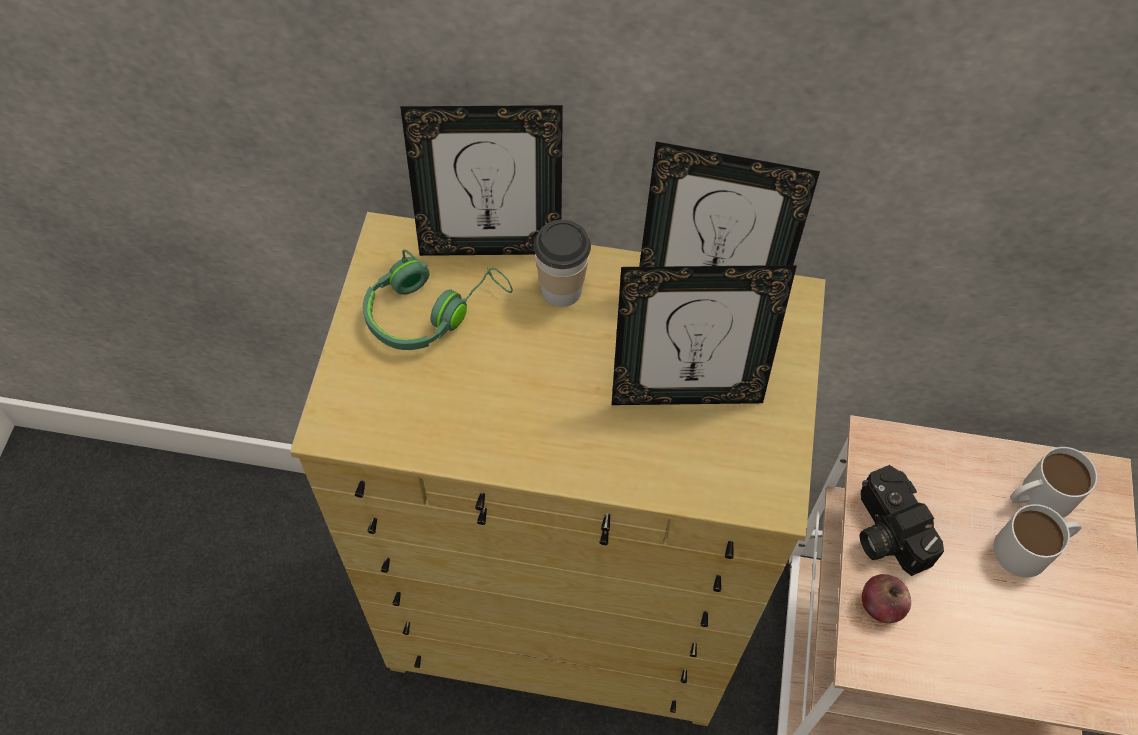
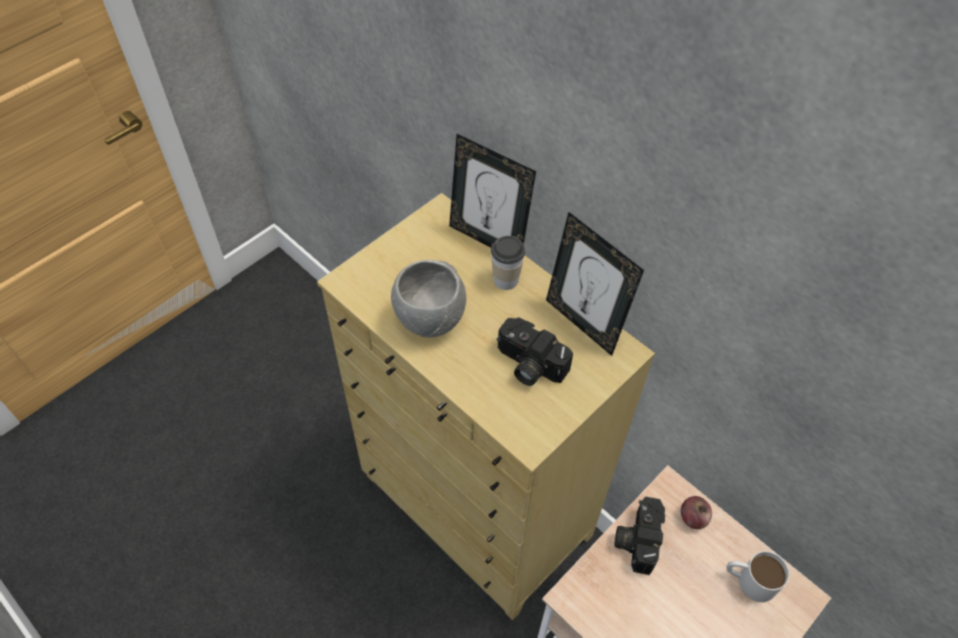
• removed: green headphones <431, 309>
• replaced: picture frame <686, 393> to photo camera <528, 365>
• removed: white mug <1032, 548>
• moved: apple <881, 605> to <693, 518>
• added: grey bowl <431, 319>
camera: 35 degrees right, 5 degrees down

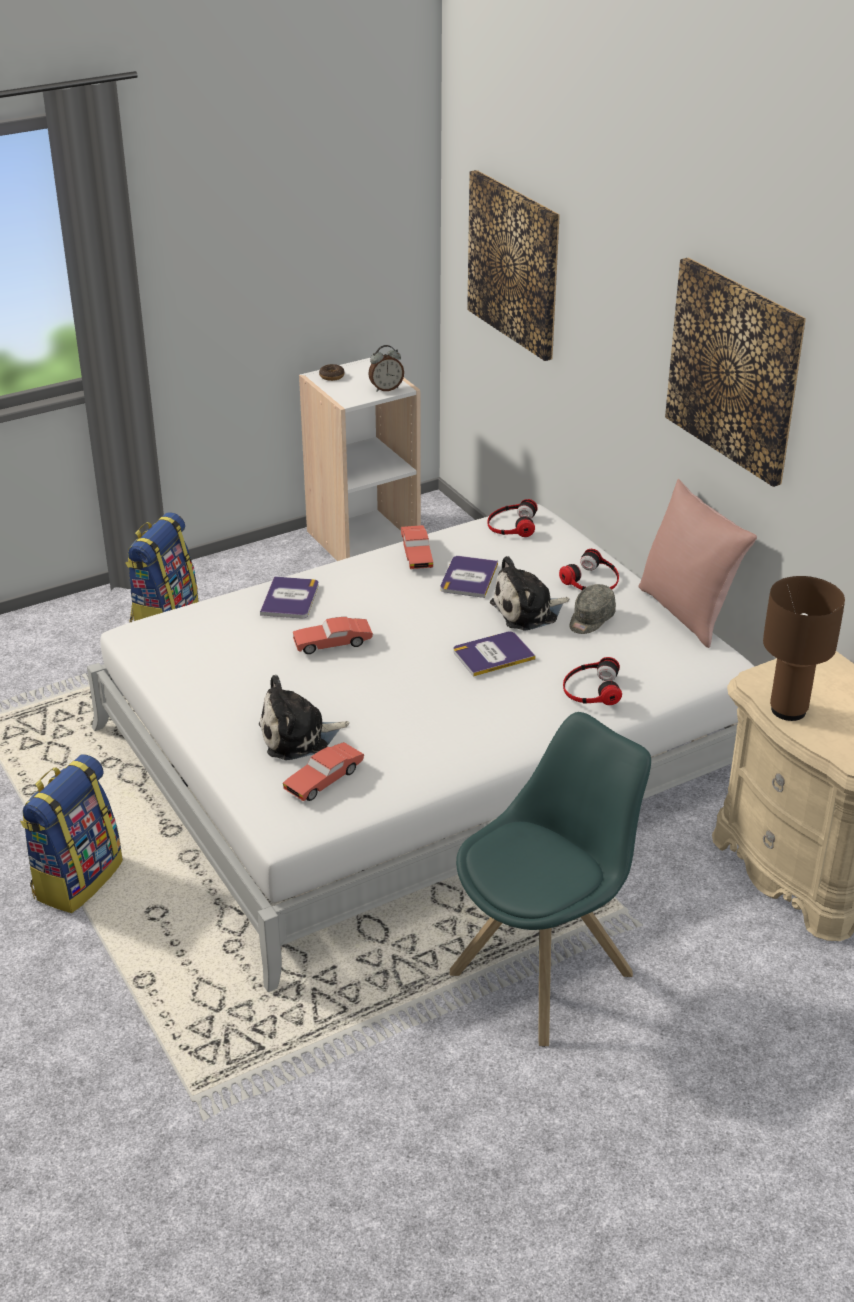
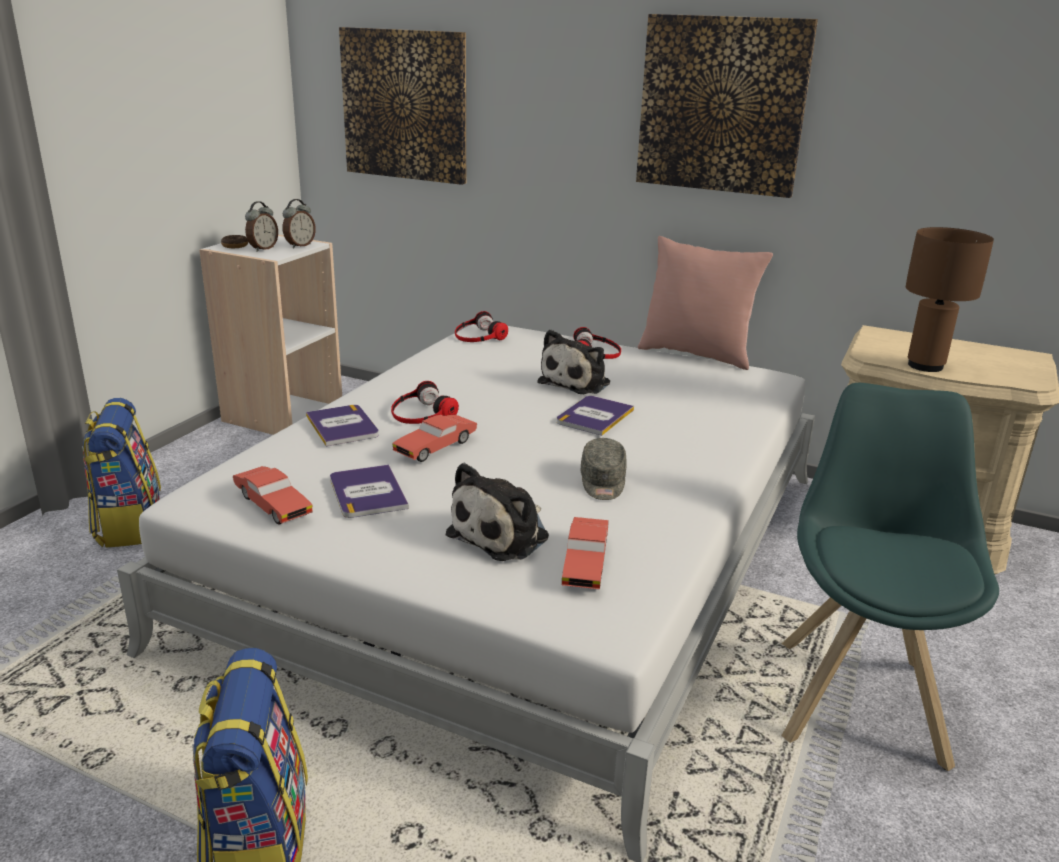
• moved: red toy car <416, 555> to <272, 505>
• moved: book <469, 577> to <367, 492>
• moved: grey cap <590, 619> to <603, 482>
• moved: headphones <591, 689> to <421, 413>
• added: alarm clock <262, 249>
camera: 35 degrees left, 10 degrees down

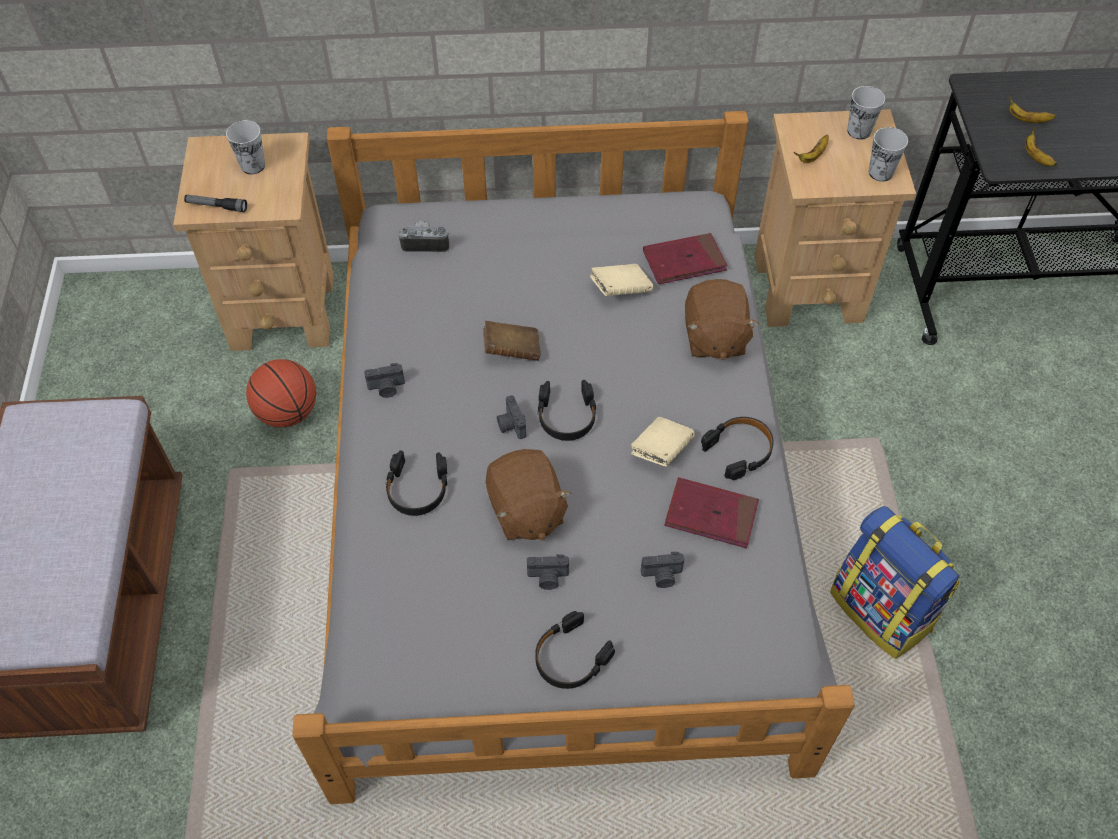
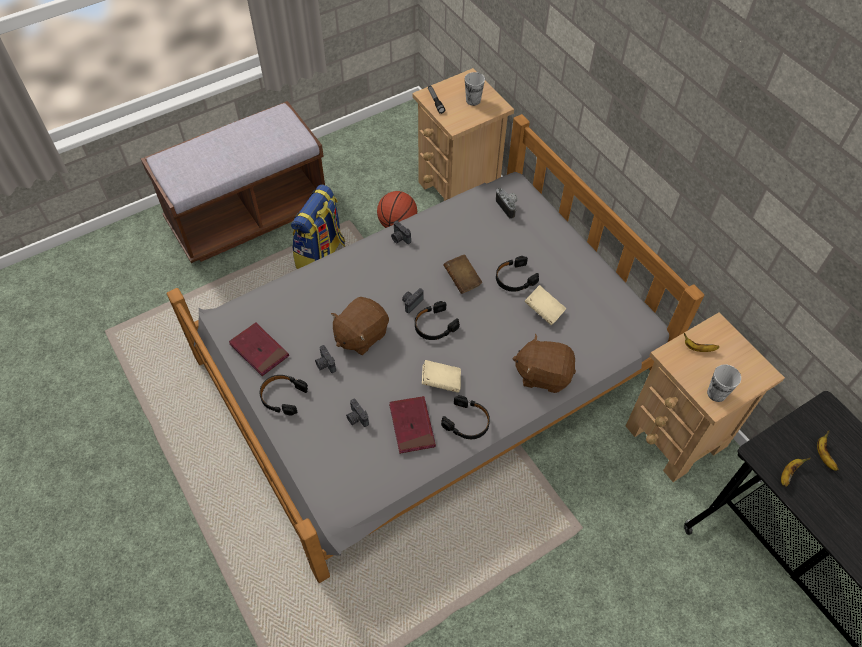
• removed: cup <859, 131>
• moved: red book <684, 261> to <259, 350>
• turned: brown plush toy <714, 337> = <543, 374> 45 degrees clockwise
• moved: black headphones <417, 489> to <514, 278>
• moved: backpack <882, 610> to <321, 256>
camera: 60 degrees right, 0 degrees up

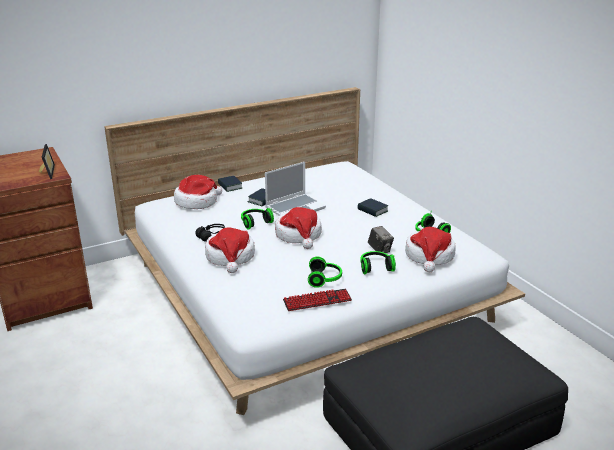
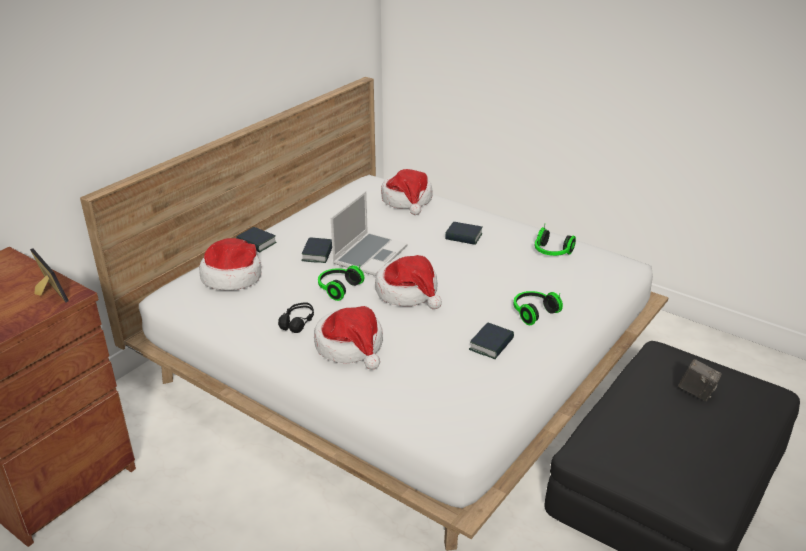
• moved: photo camera <380, 250> to <696, 392>
• moved: hat <429, 256> to <407, 200>
• replaced: headphones <325, 279> to book <491, 345>
• removed: keyboard <317, 301>
camera: 25 degrees left, 5 degrees up

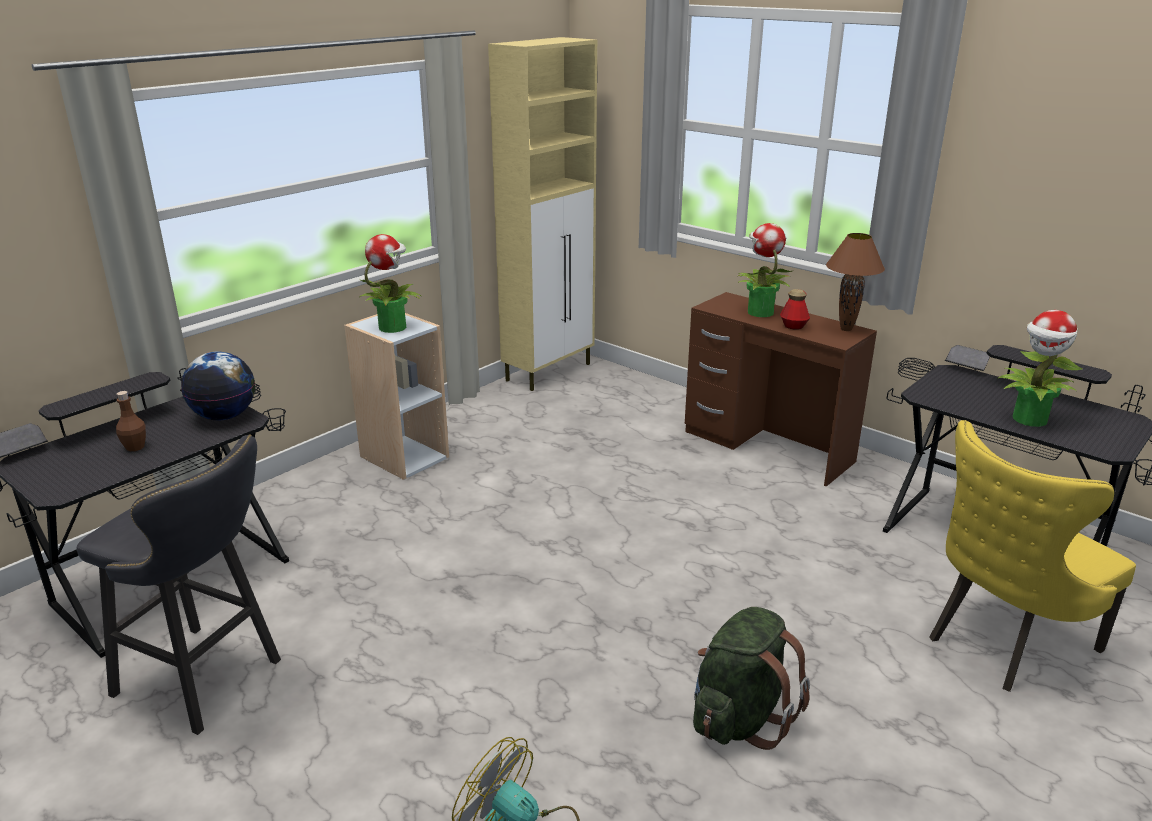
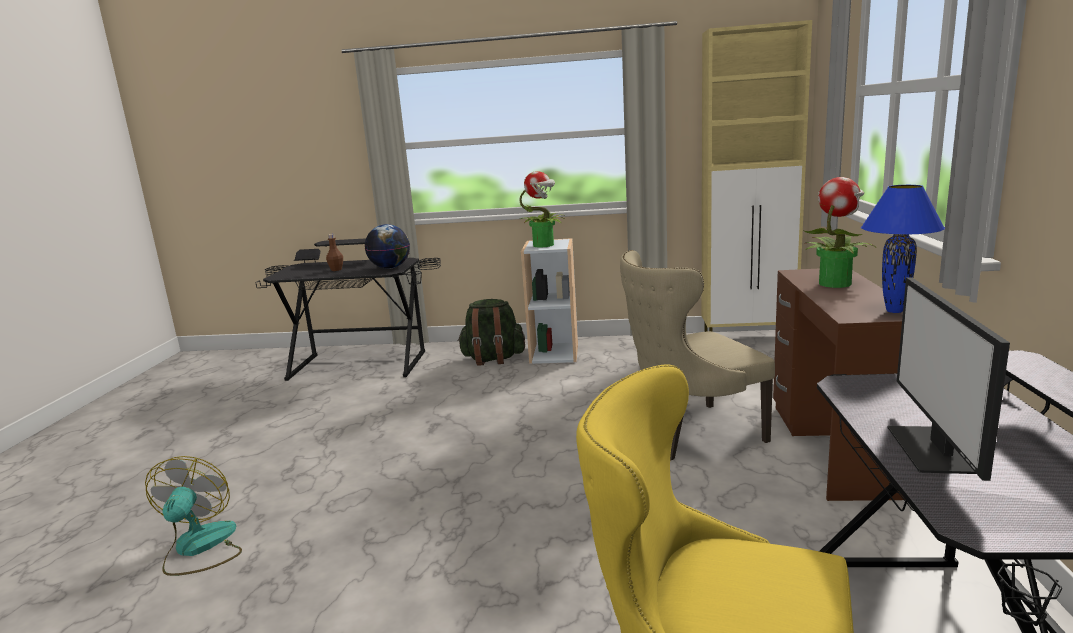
• recoloured: brown table lamp <845, 329> to blue table lamp <893, 311>
• removed: bottle <793, 326>
• replaced: potted plant <1029, 419> to monitor <936, 450>
• removed: black stool <211, 683>
• moved: green backpack <740, 718> to <493, 359>
• added: beige chair <691, 434>
camera: 55 degrees right, 10 degrees down

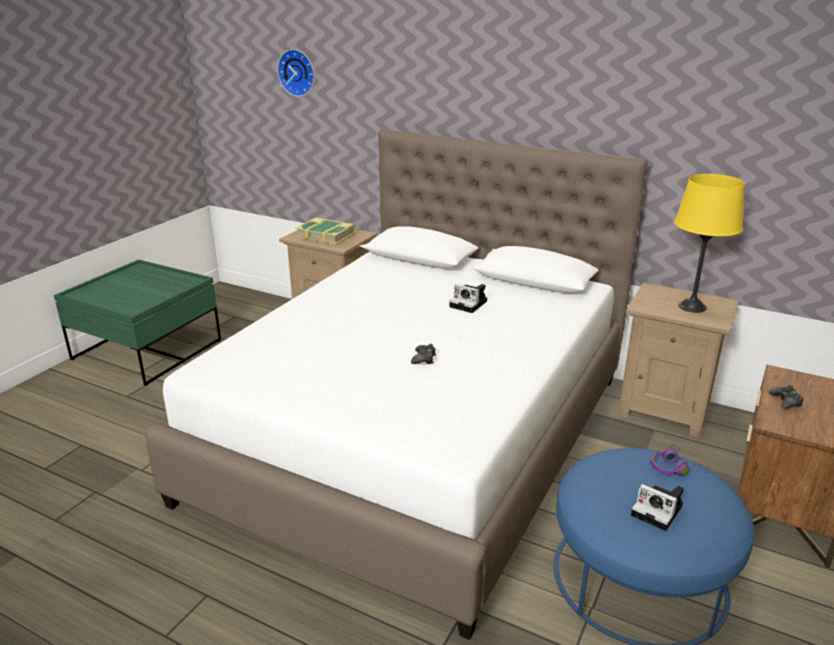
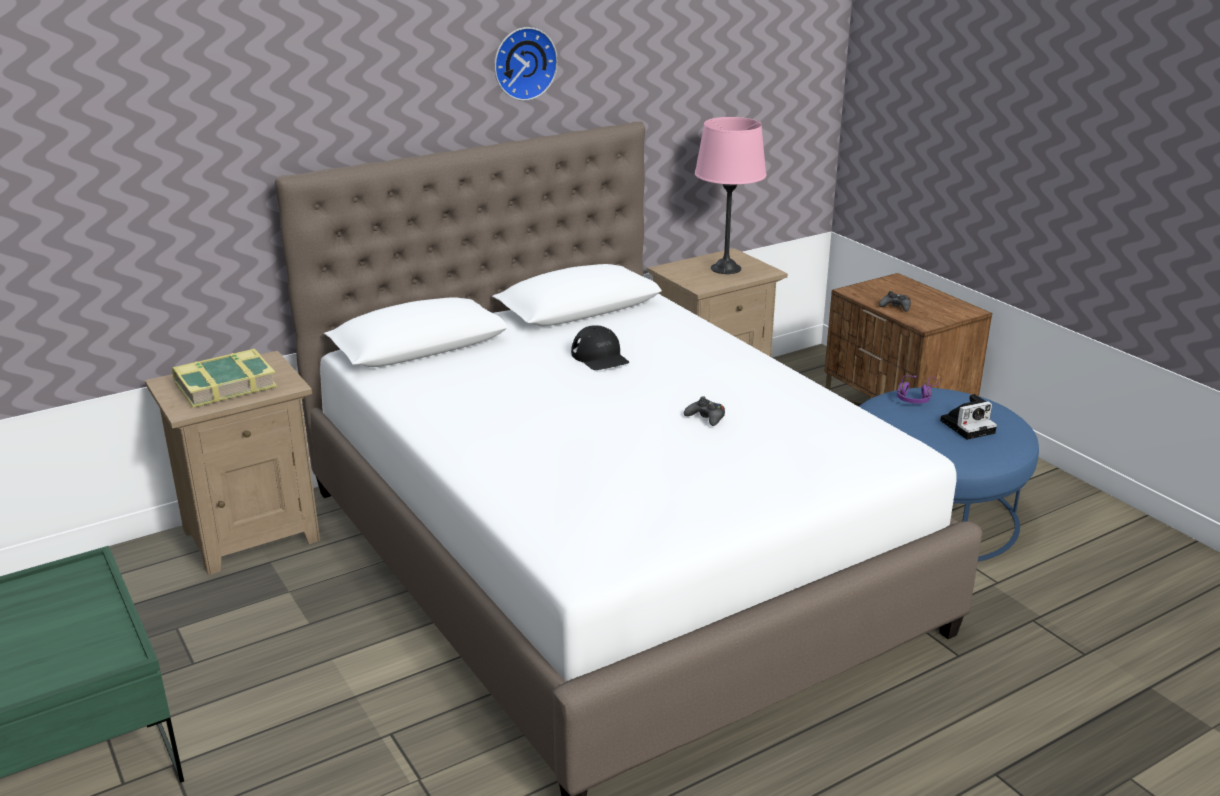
• moved: wall clock <298, 72> to <523, 63>
• recoloured: yellow table lamp <691, 306> to pink table lamp <725, 268>
• replaced: photo camera <470, 304> to black cap <600, 357>
camera: 60 degrees left, 0 degrees up

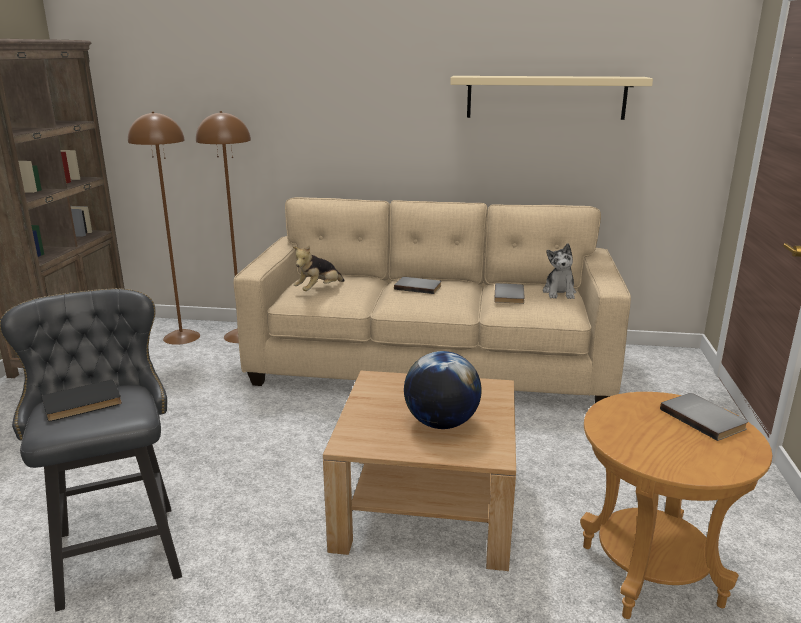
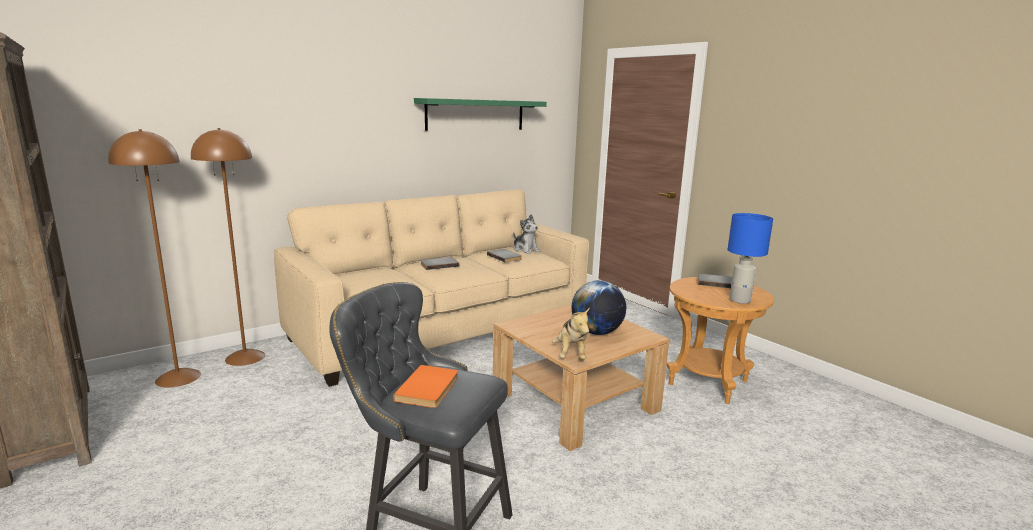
• recoloured: beige shelf <545, 97> to green shelf <475, 115>
• moved: plush toy <319, 290> to <570, 354>
• recoloured: black book <83, 404> to orange book <430, 389>
• added: blue table lamp <740, 300>
camera: 45 degrees left, 5 degrees down

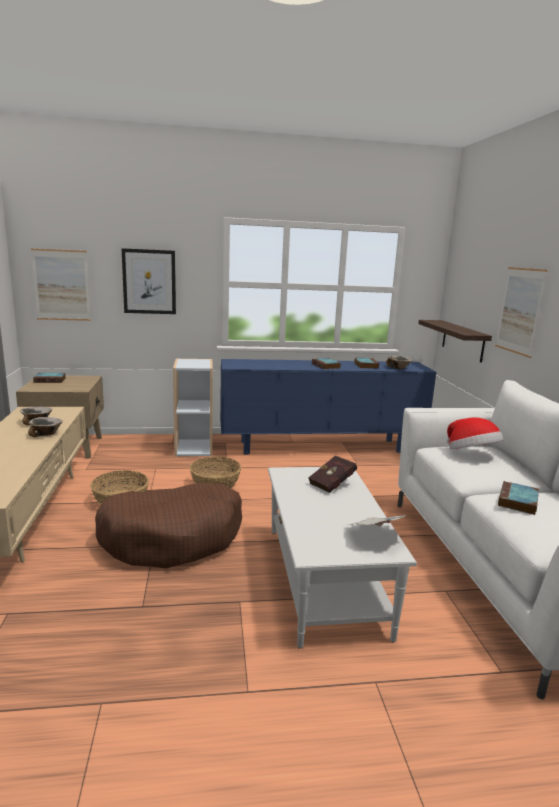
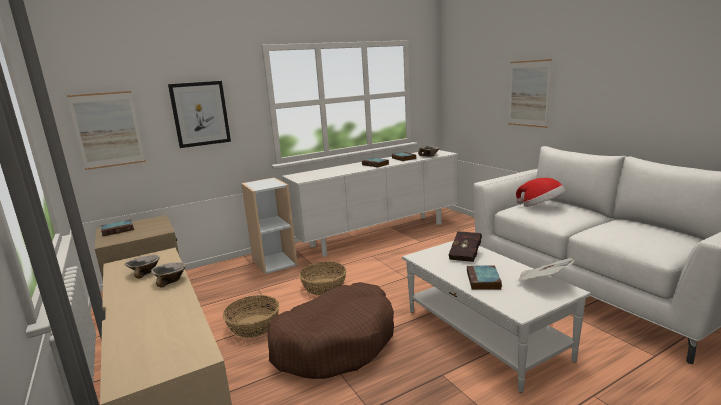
• removed: shelf <462, 340>
• recoloured: blue cabinet <321, 446> to white cabinet <378, 234>
• moved: book <518, 502> to <484, 281>
camera: 20 degrees left, 0 degrees up

